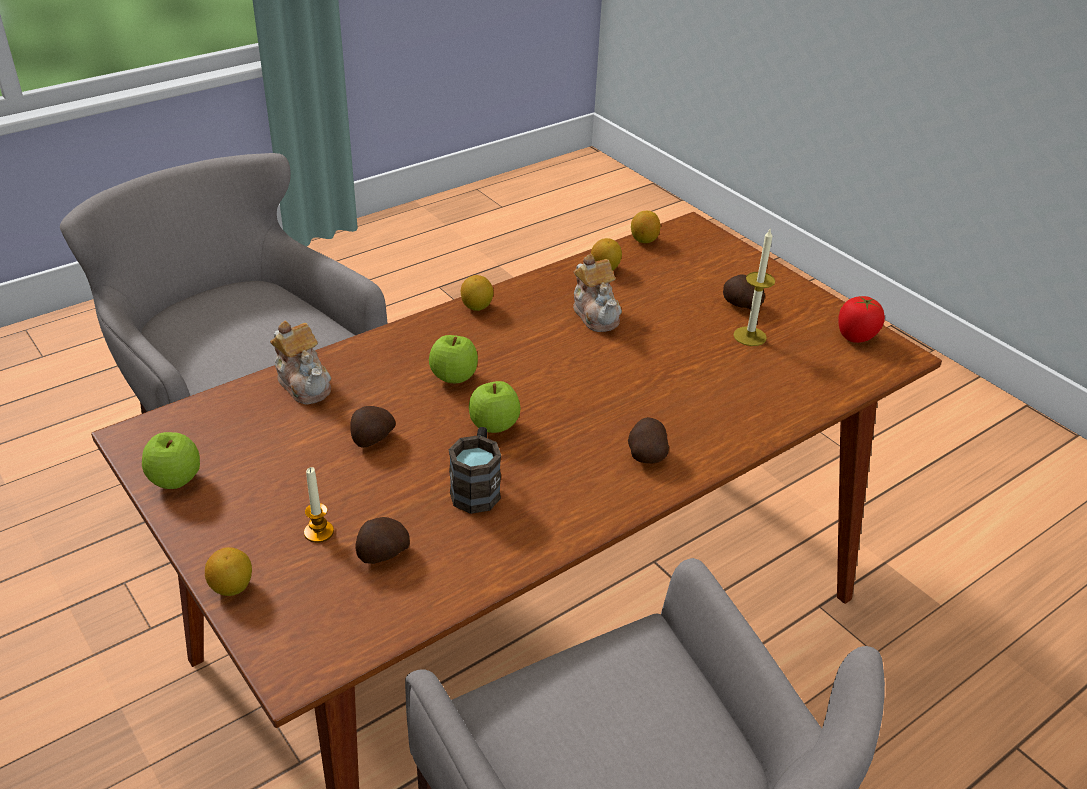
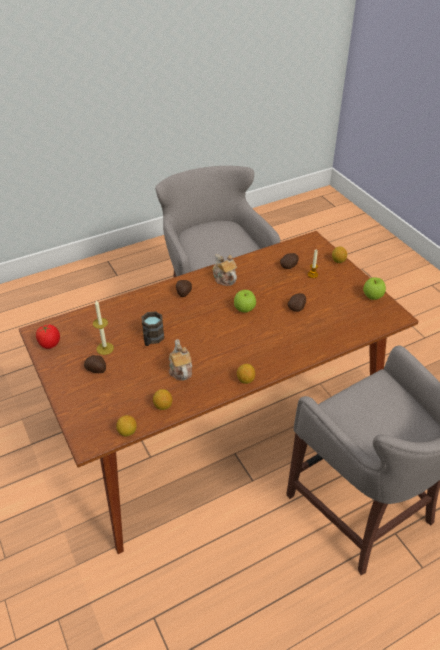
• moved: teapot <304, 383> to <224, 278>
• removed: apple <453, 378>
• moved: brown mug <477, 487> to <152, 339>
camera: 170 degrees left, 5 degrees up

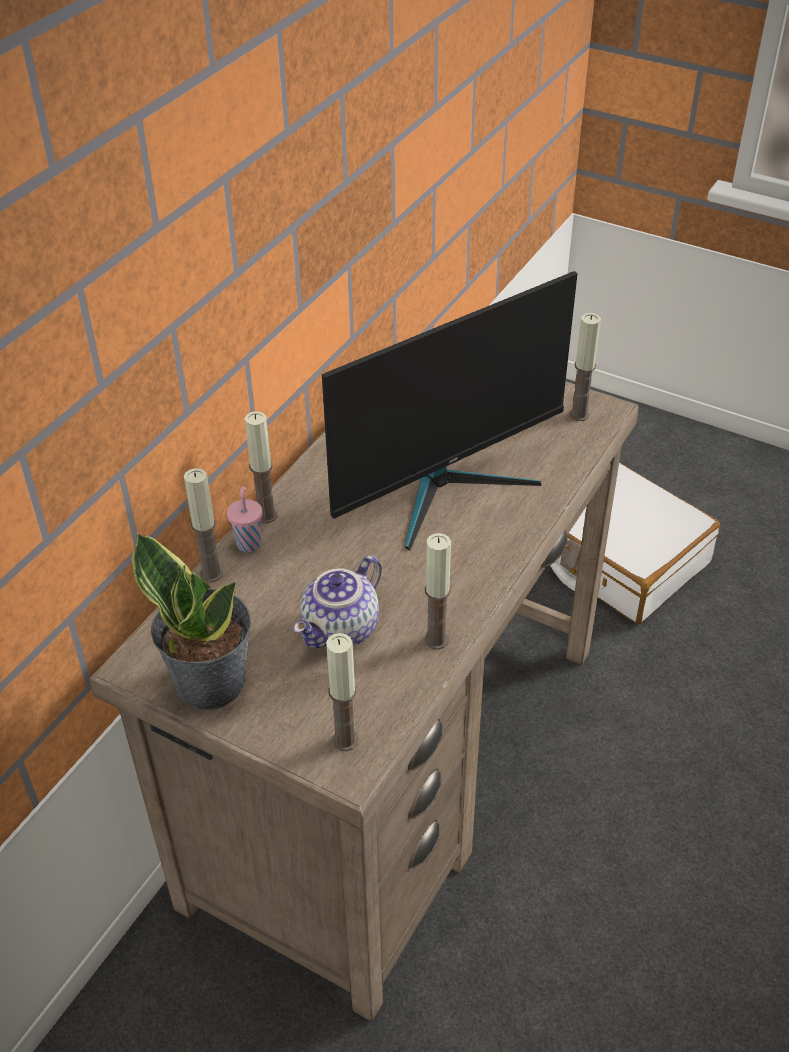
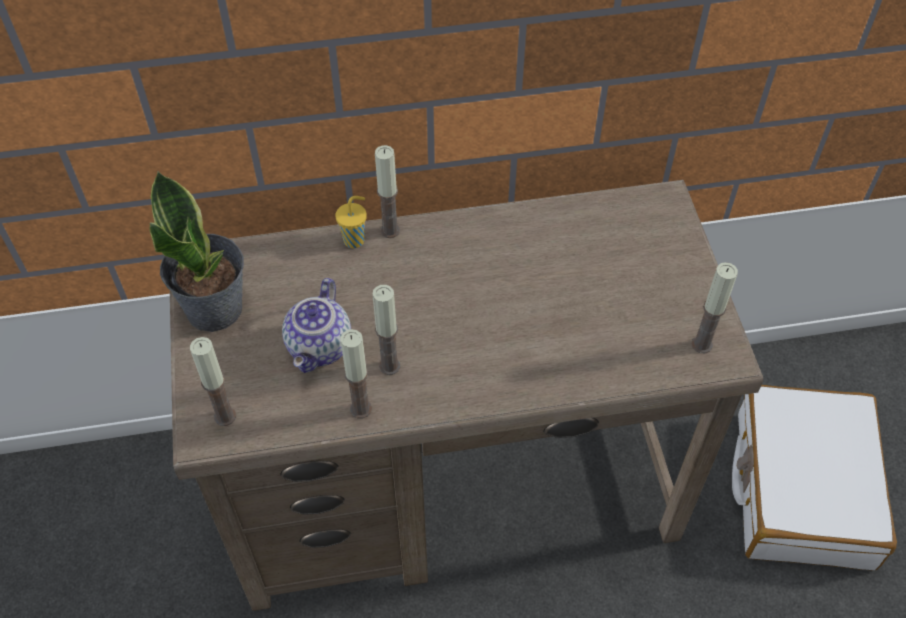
• removed: monitor <447, 487>
• moved: candle <211, 574> to <389, 366>
• recoloured: pink cup <249, 543> to yellow cup <355, 239>
• turned: teapot <342, 630> = <321, 347> 75 degrees counterclockwise
camera: 50 degrees right, 10 degrees up

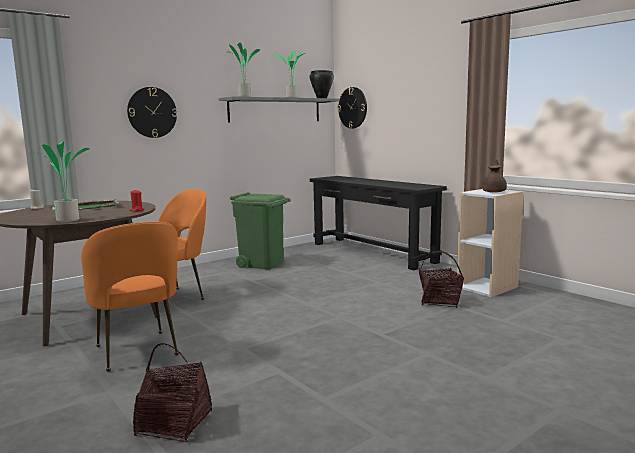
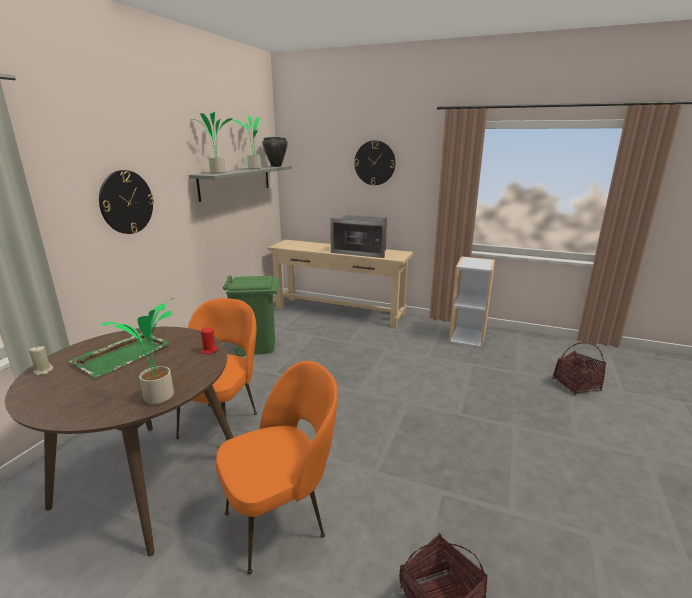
• moved: wall clock <352, 108> to <374, 163>
• removed: brown teapot <494, 192>
• recoloured: black console table <372, 252> to beige console table <339, 311>
• turned: orange chair <138, 354> = <282, 521> 60 degrees counterclockwise
• moved: basket <440, 302> to <576, 385>
• added: microwave <361, 251>
camera: 30 degrees left, 10 degrees up

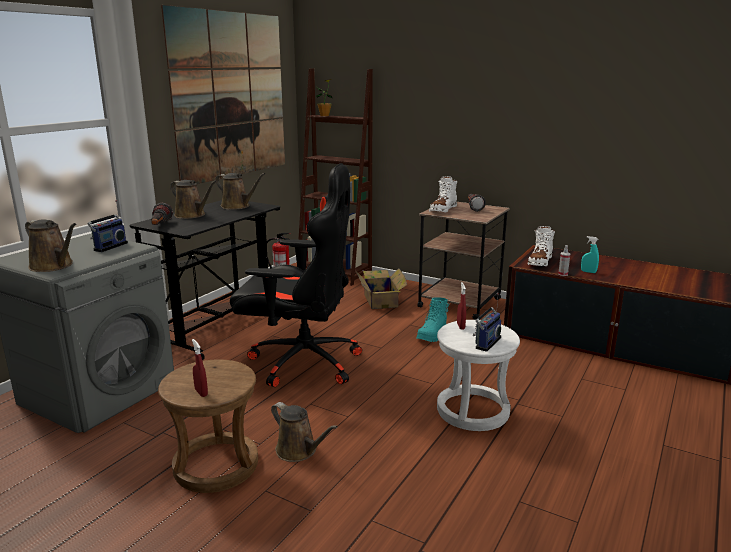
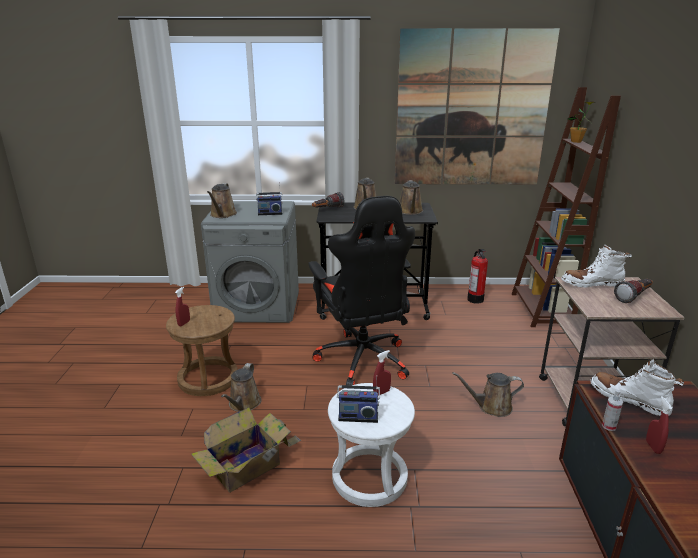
• turned: white boot <540, 262> = <629, 399> 45 degrees clockwise
• recoloured: turquoise spray bottle <588, 272> to red spray bottle <653, 447>
• moved: cardboard box <381, 300> to <248, 466>
• replaced: turquoise boot <432, 334> to brown watering can <491, 407>
camera: 60 degrees right, 5 degrees up

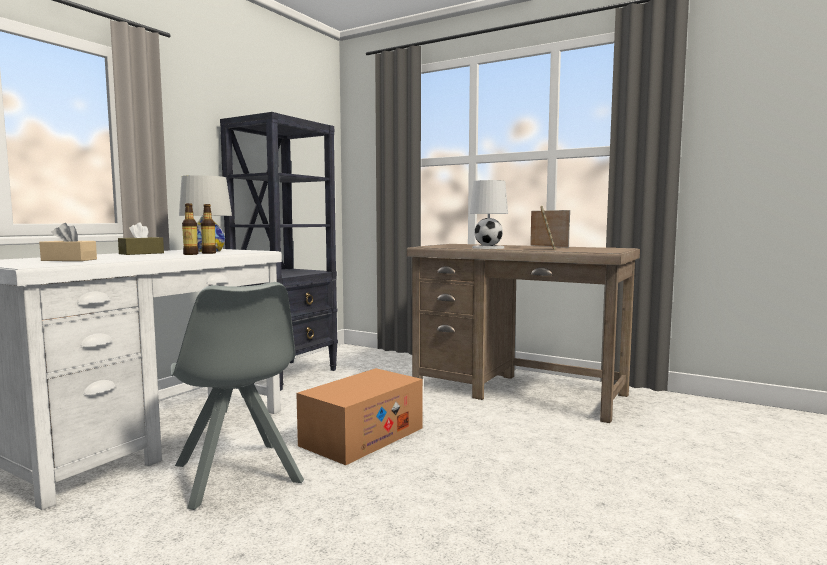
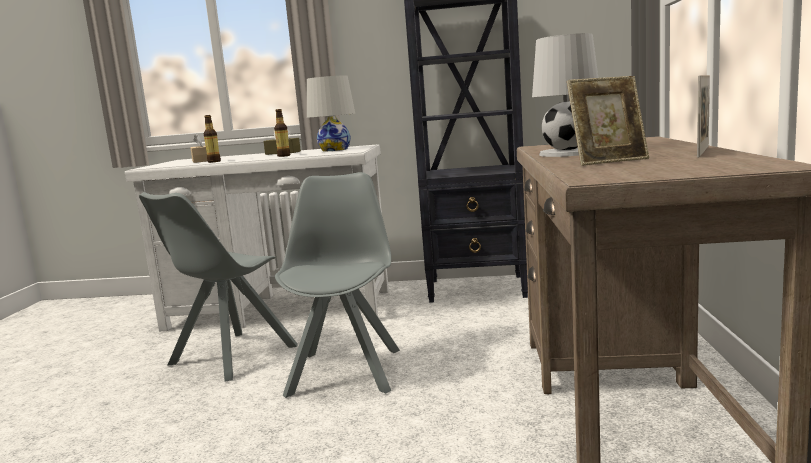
• moved: bottle <209, 253> to <214, 161>
• replaced: cardboard box <362, 436> to grey chair <346, 370>
camera: 65 degrees right, 5 degrees up

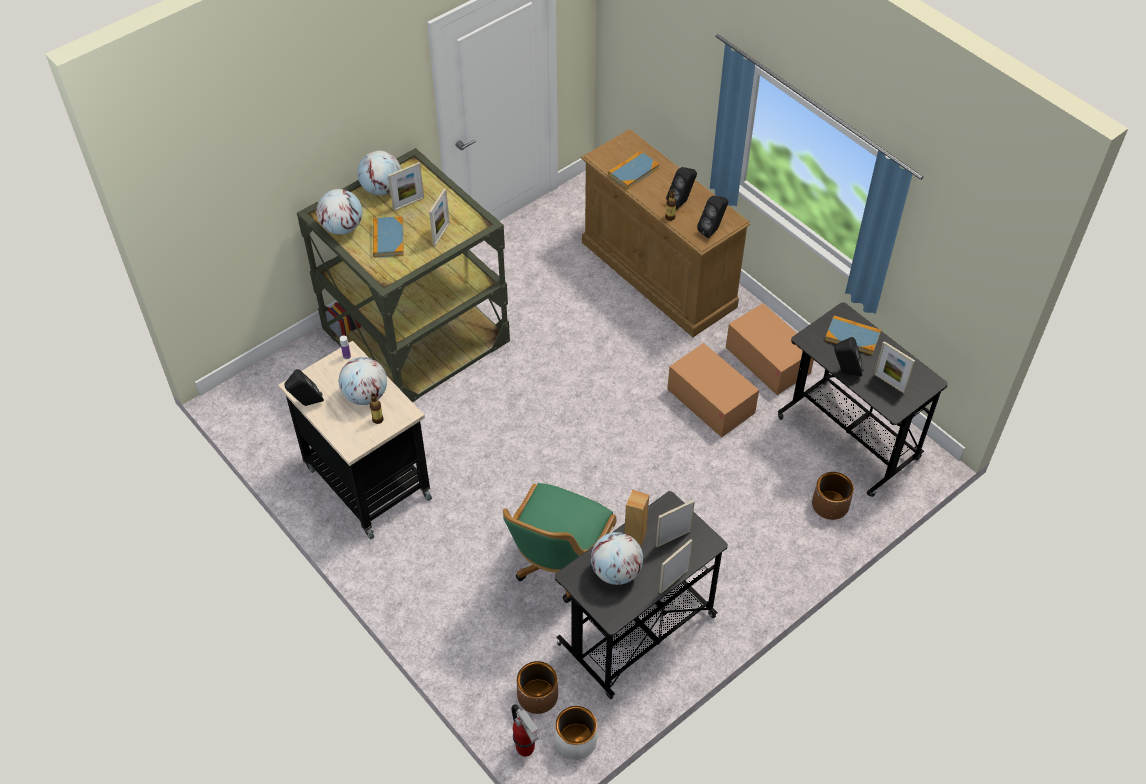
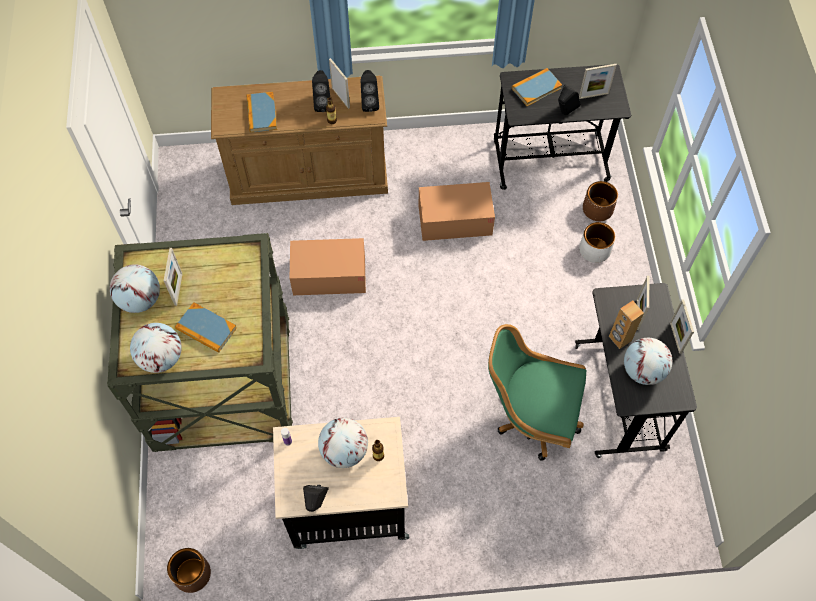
• moved: picture frame <441, 235> to <340, 98>
• moved: cardboard box <767, 360> to <329, 275>
• turned: green office chair <556, 569> = <530, 417> 135 degrees clockwise
• moved: brown planter <538, 696> to <192, 574>
• removed: fire extinguisher <526, 749>
• moved: white planter <576, 741> to <595, 250>
camera: 55 degrees left, 10 degrees up

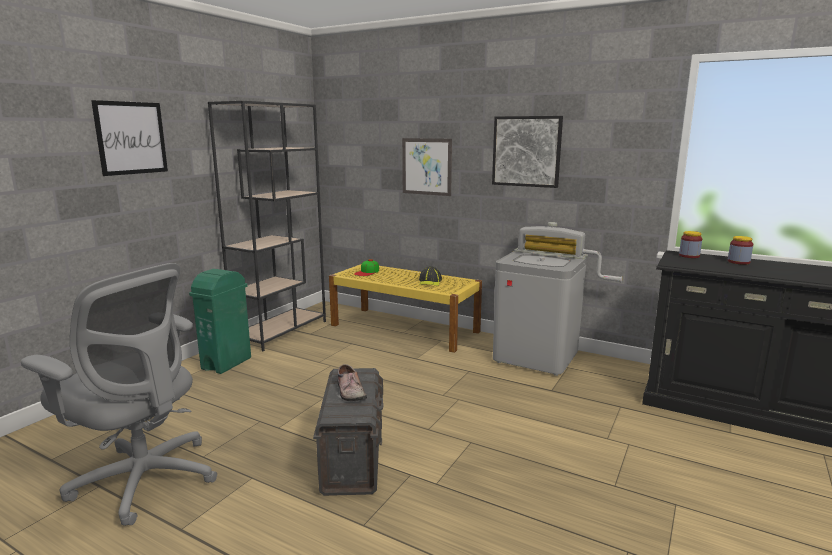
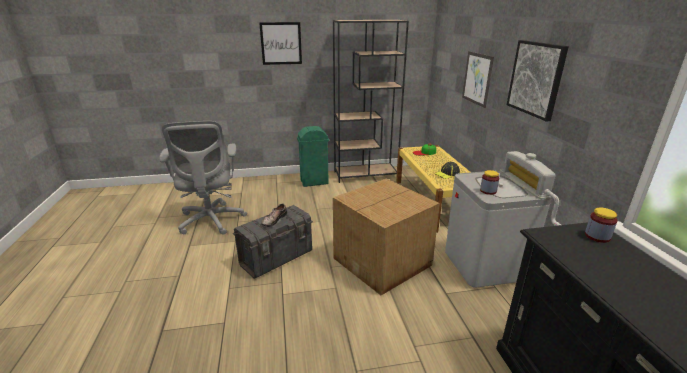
• moved: jar <738, 262> to <488, 191>
• added: cardboard box <383, 262>
camera: 50 degrees right, 10 degrees up

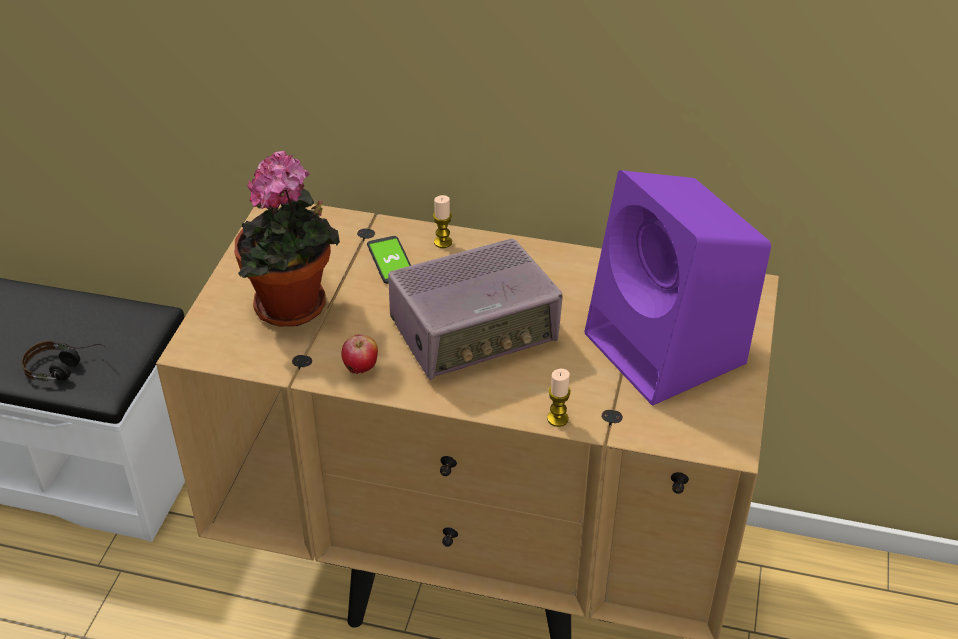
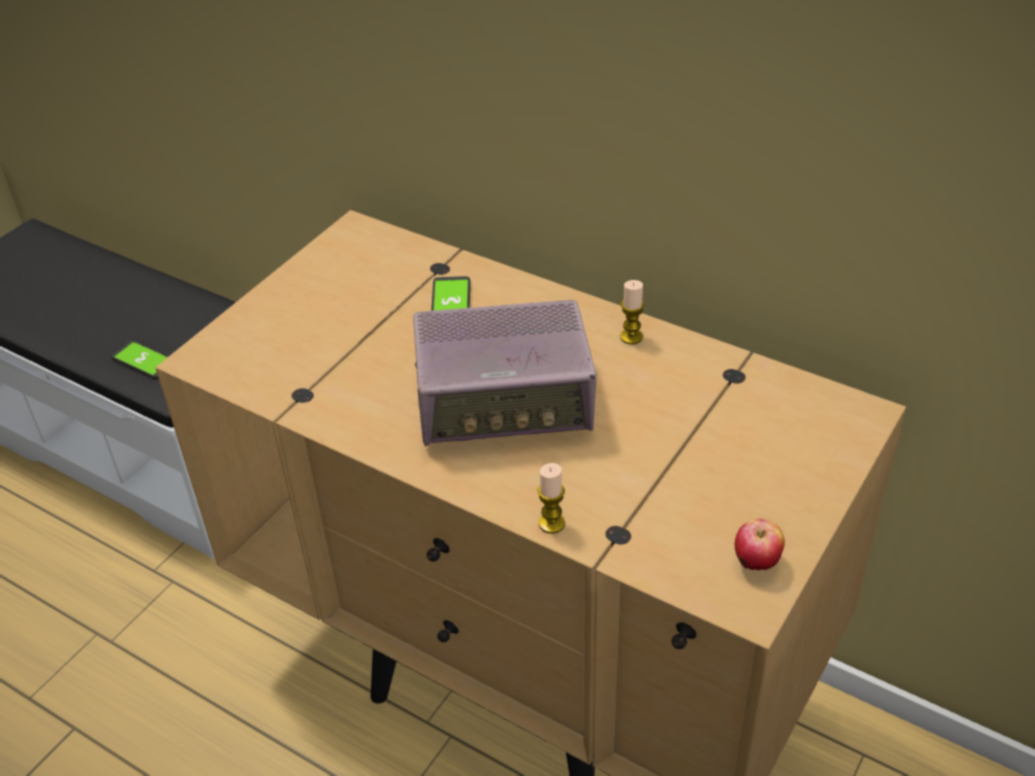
• removed: potted plant <295, 309>
• removed: purple speaker <668, 350>
• moved: candle <443, 242> to <631, 337>
• moved: apple <361, 369> to <756, 563>
• replaced: headphones <67, 368> to phone <144, 360>
camera: 20 degrees right, 0 degrees up

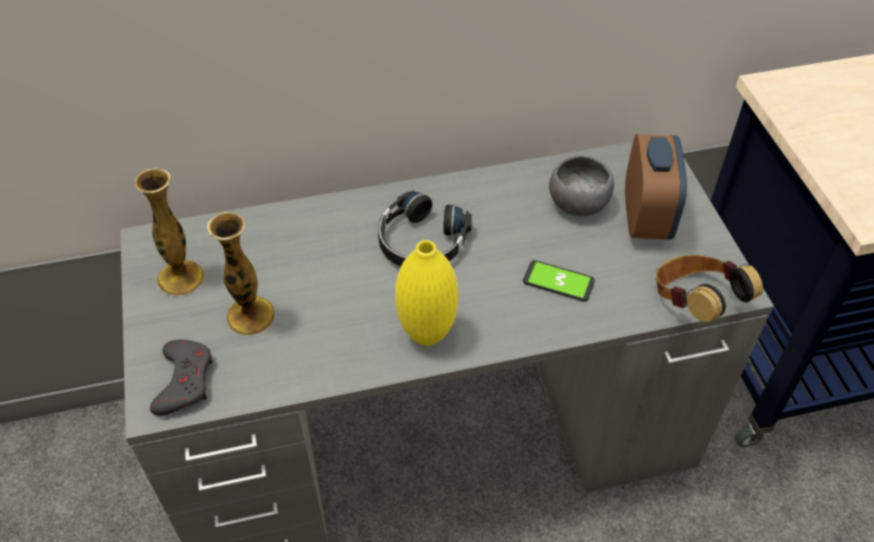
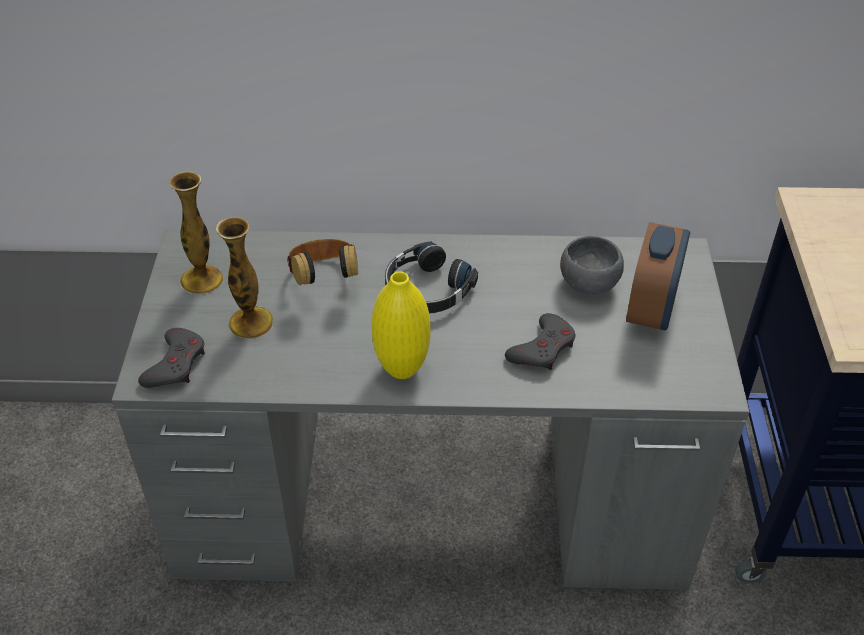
• moved: headphones <694, 303> to <324, 280>
• replaced: phone <558, 282> to grey game controller <542, 348>
camera: 15 degrees right, 5 degrees down

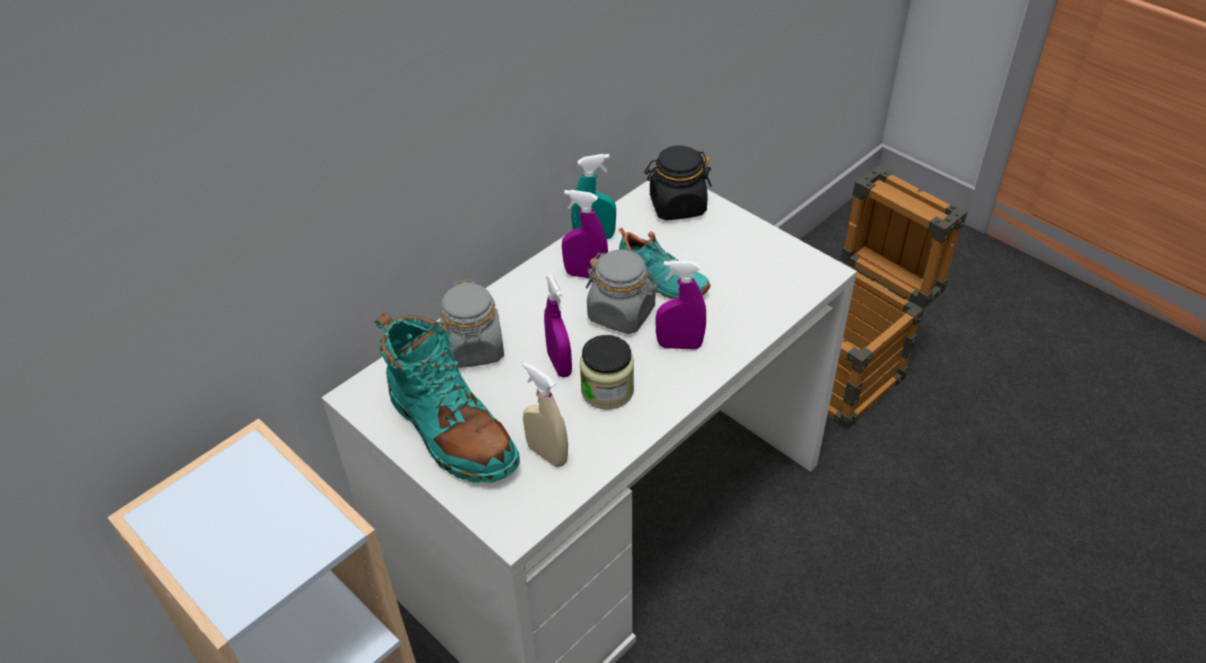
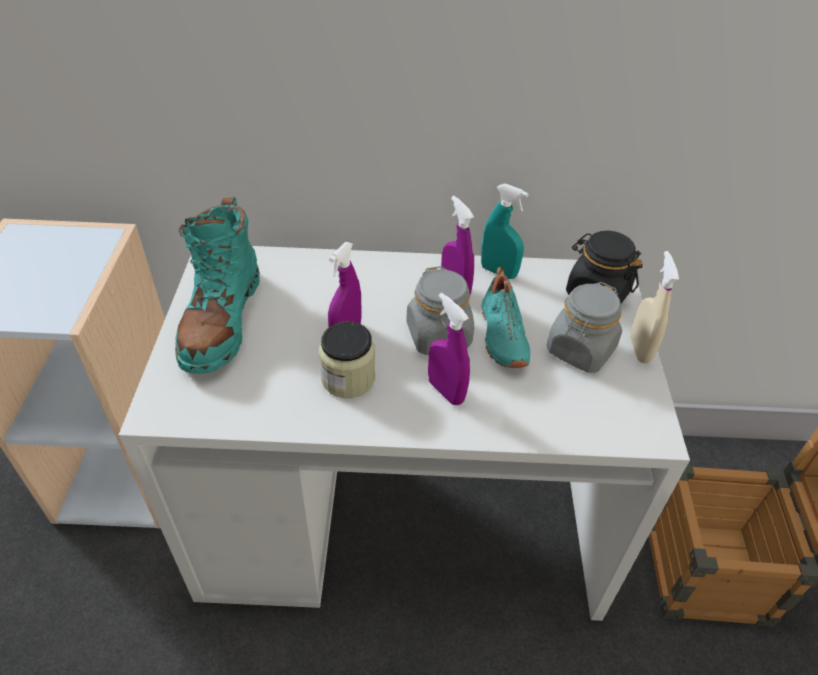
• moved: grey jar <474, 348> to <580, 350>
• moved: beige spray bottle <547, 454> to <640, 349>
camera: 45 degrees right, 0 degrees up

